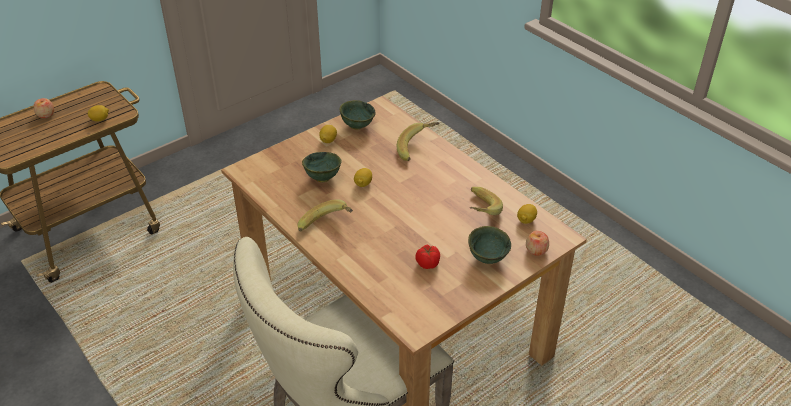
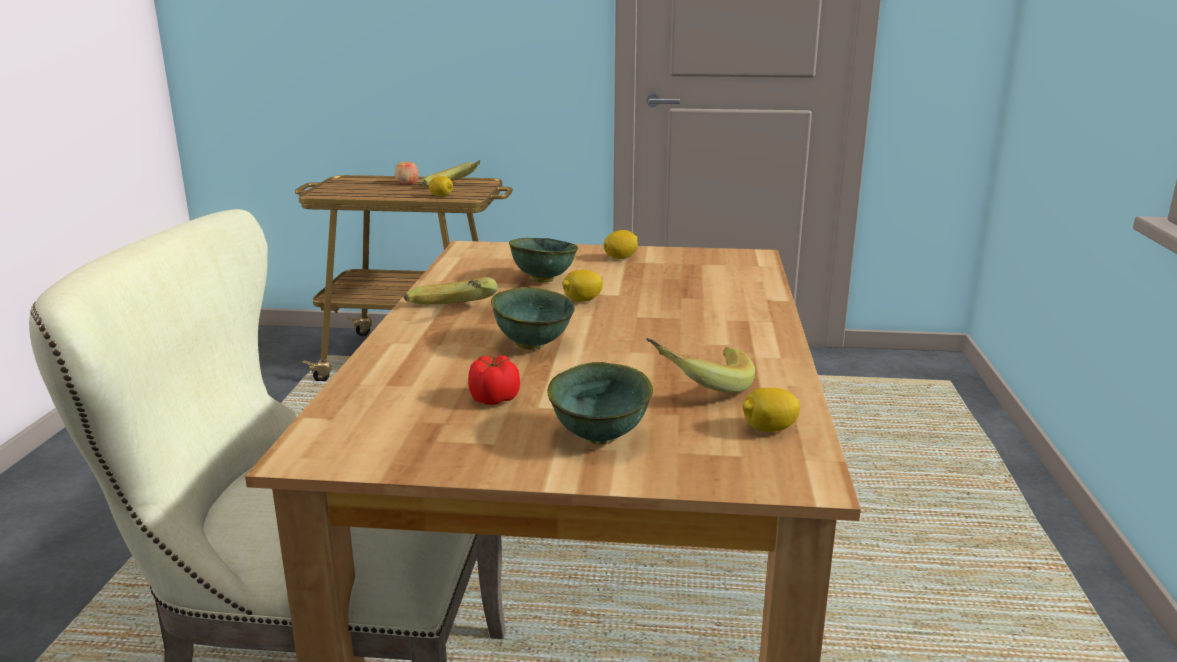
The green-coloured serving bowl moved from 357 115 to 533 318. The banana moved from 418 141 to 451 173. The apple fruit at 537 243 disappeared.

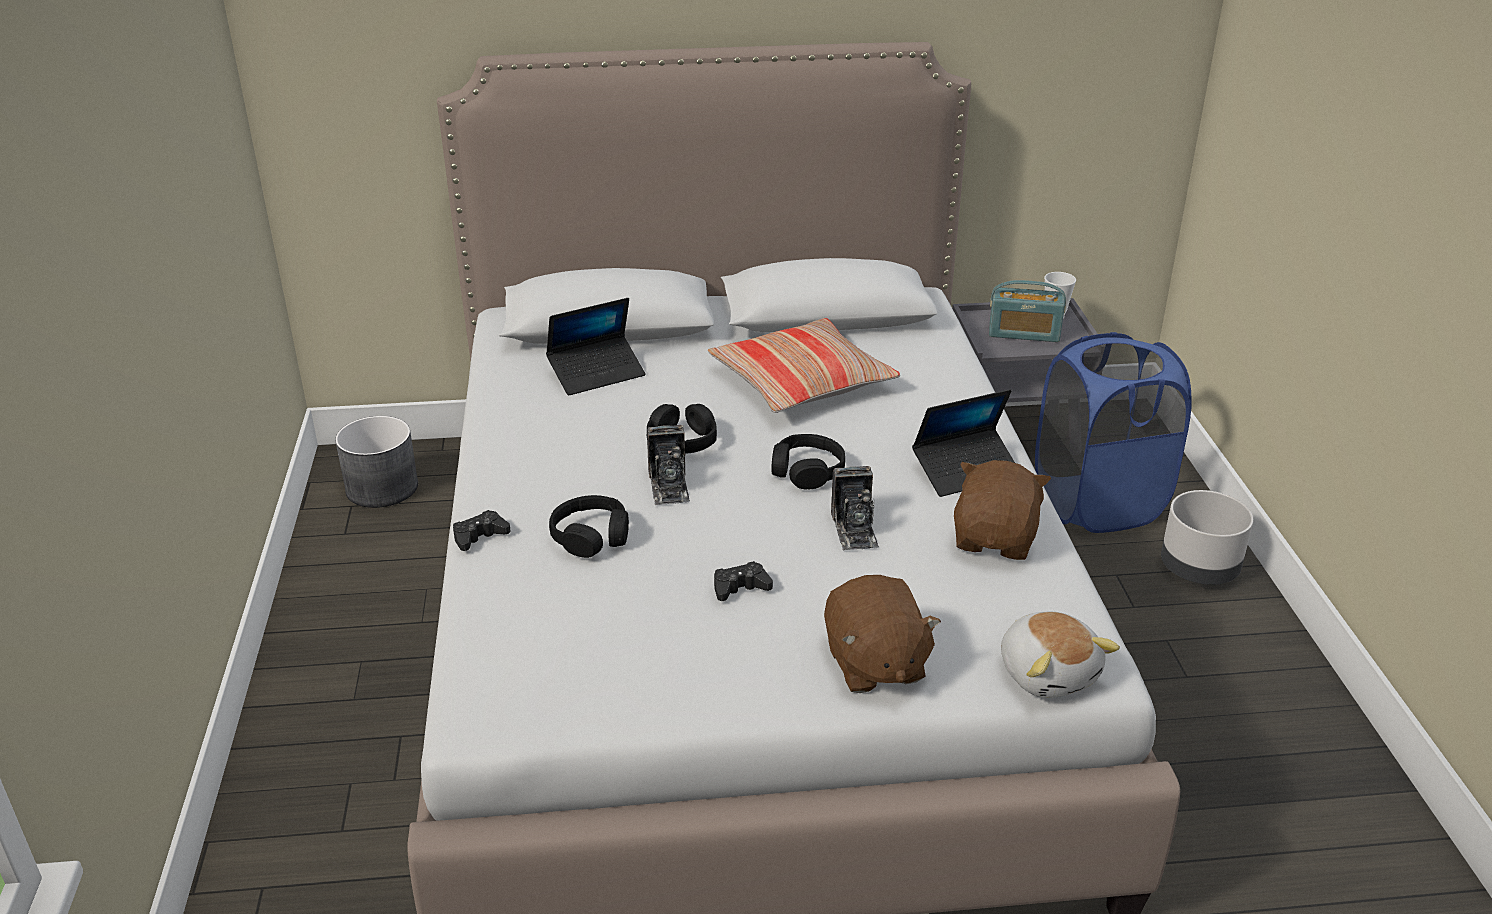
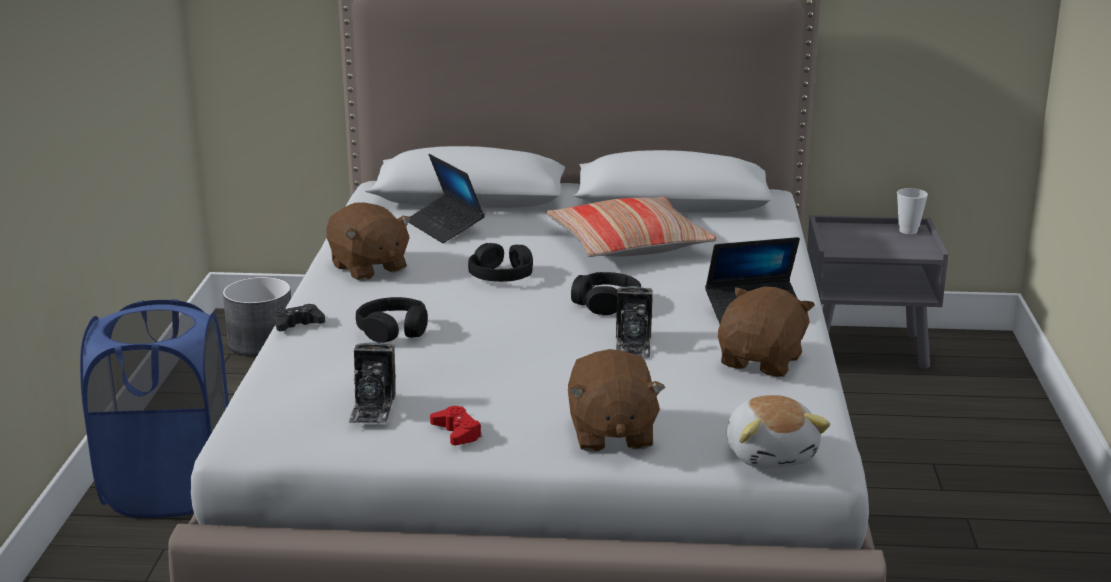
The notebook computer at 596 347 turned 75 degrees clockwise. The still camera moved from 668 465 to 372 383. The blackish joypad at 743 581 disappeared. The radio at 1027 311 disappeared. The blue laundry basket moved from 1113 432 to 154 408. The gray flower pot at 1207 537 disappeared. The brown-coloured plush toy at 368 241 appeared. The red-coloured joypad at 456 425 appeared.

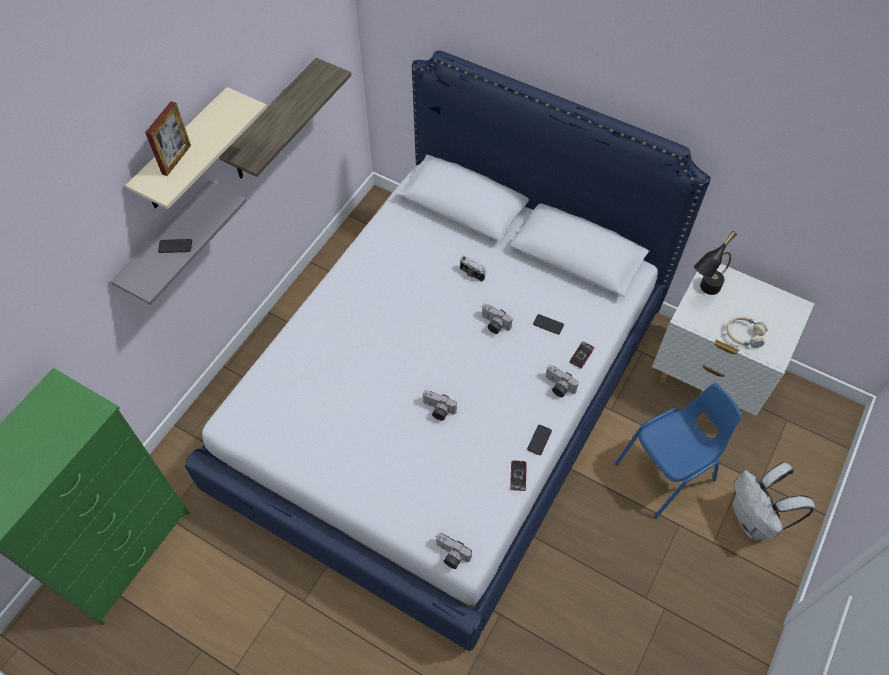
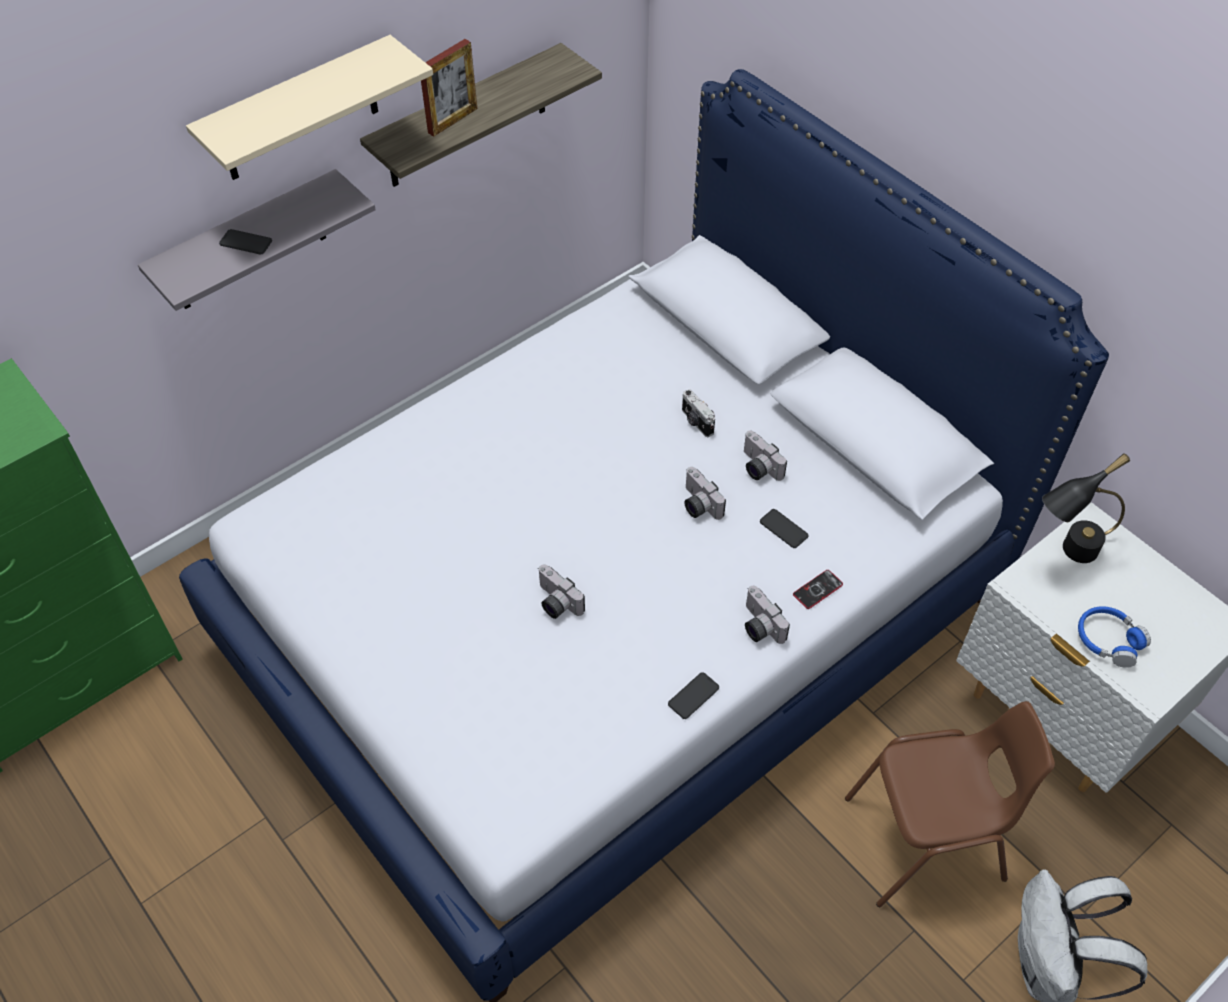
The picture frame moved from 168 138 to 449 88. The still camera moved from 454 551 to 765 456. The telephone at 518 475 disappeared. The blue upright chair at 678 451 became the brown-coloured upright chair at 950 804. The sand-coloured headset at 746 332 became the blue headset at 1114 637.

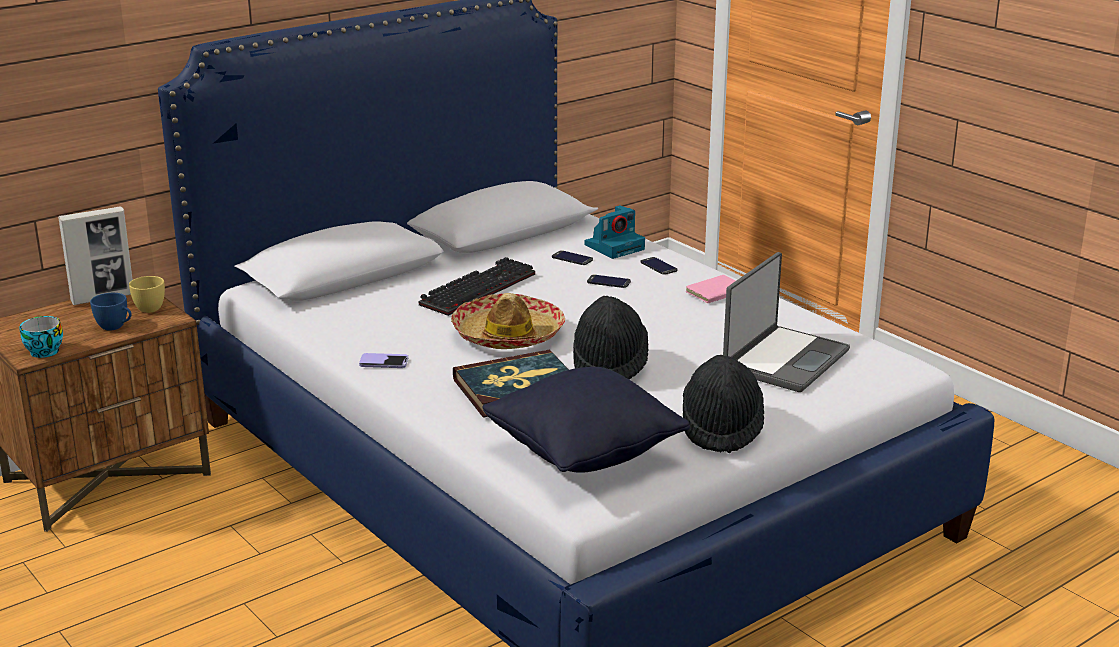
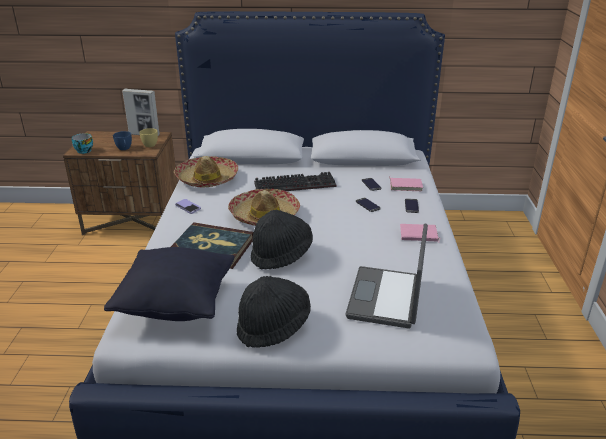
The still camera at 615 232 was replaced by the pink-coloured book at 406 183. The notebook computer at 786 322 turned 120 degrees clockwise. The wearable hat at 206 171 appeared.

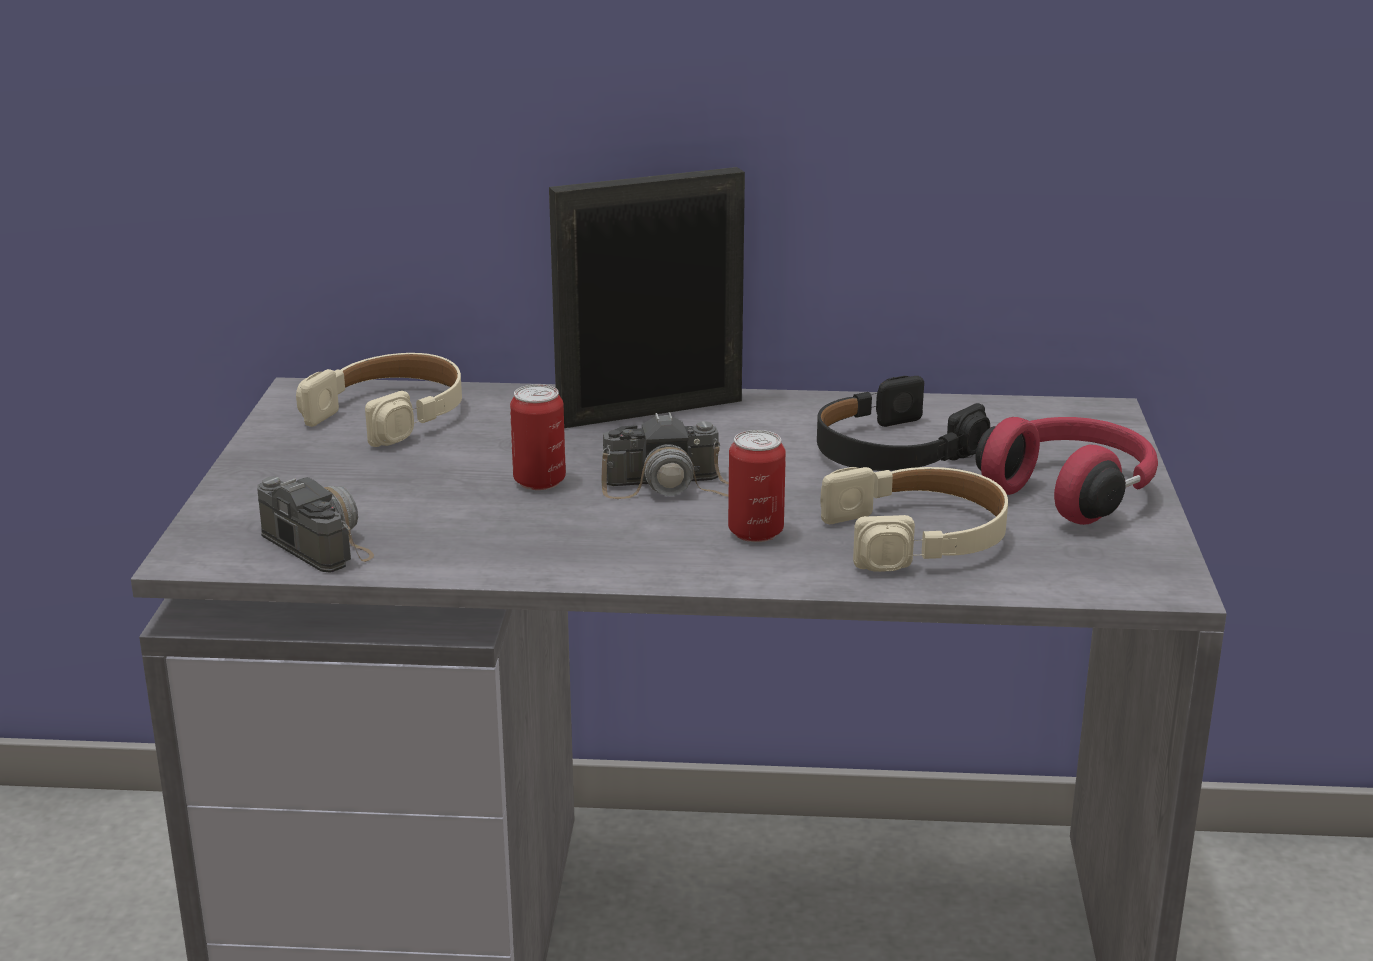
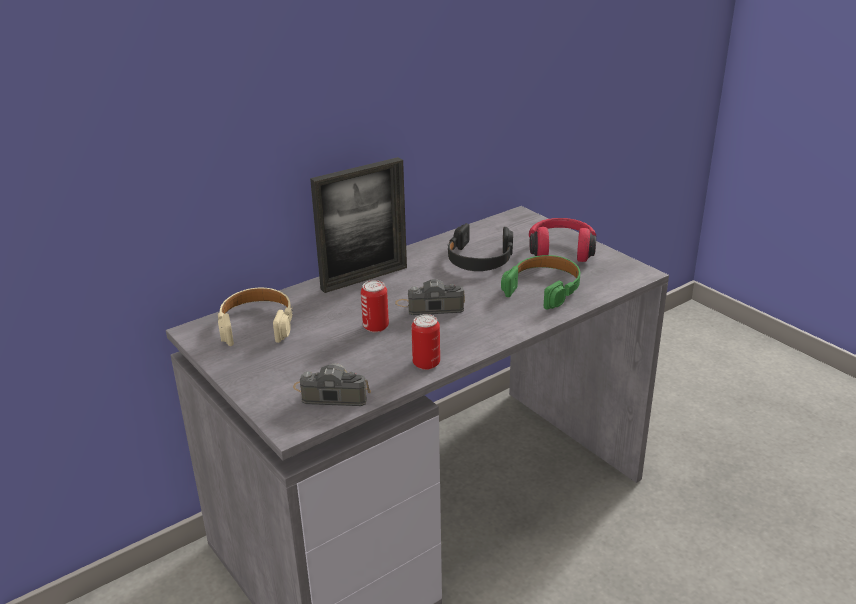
The picture frame at 647 297 turned 150 degrees counterclockwise. The still camera at 665 455 turned 135 degrees counterclockwise. The metal can moved from 757 486 to 425 342. The sand-coloured headset at 914 519 became the green-coloured headset at 540 282.

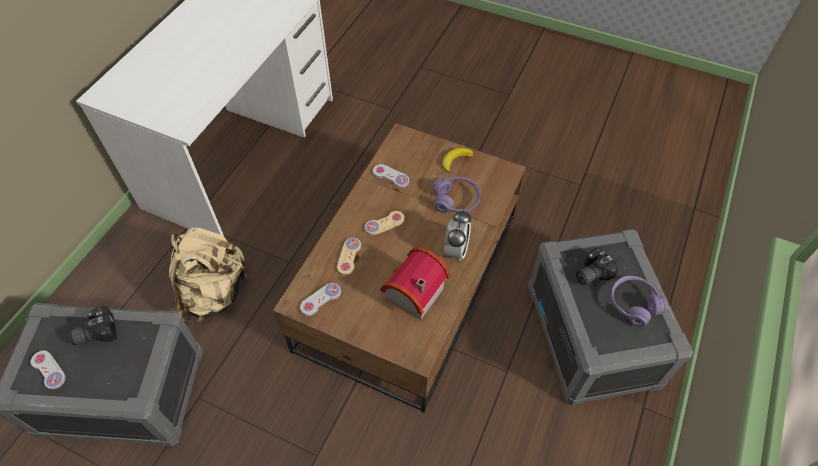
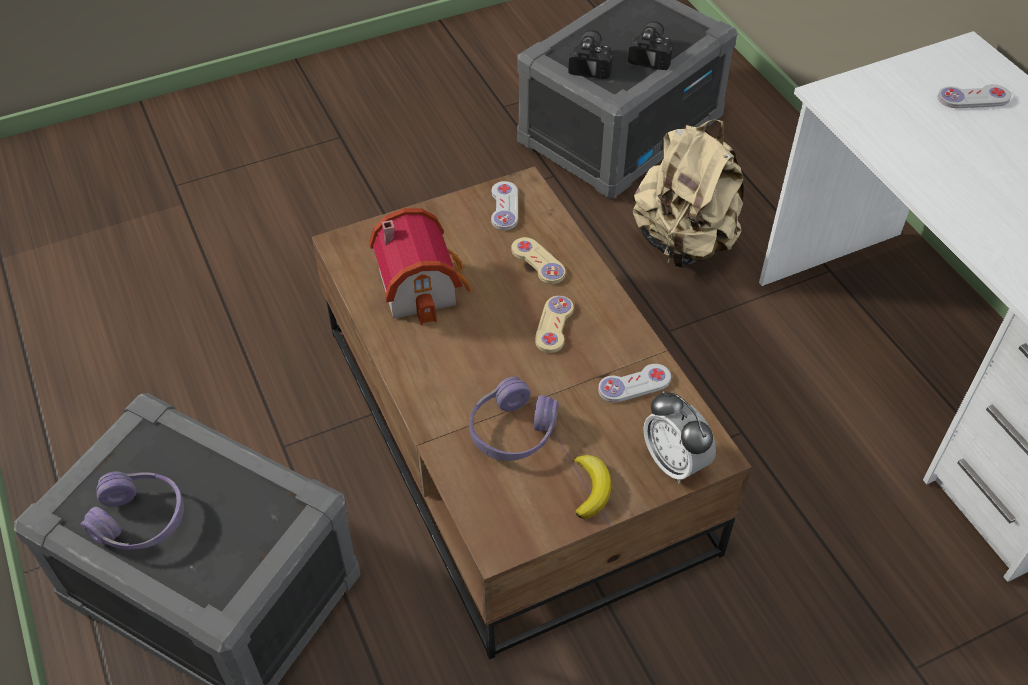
The whitish joypad moved from 48 369 to 974 96. The bedside clock moved from 457 235 to 679 437. The still camera moved from 597 266 to 590 54.

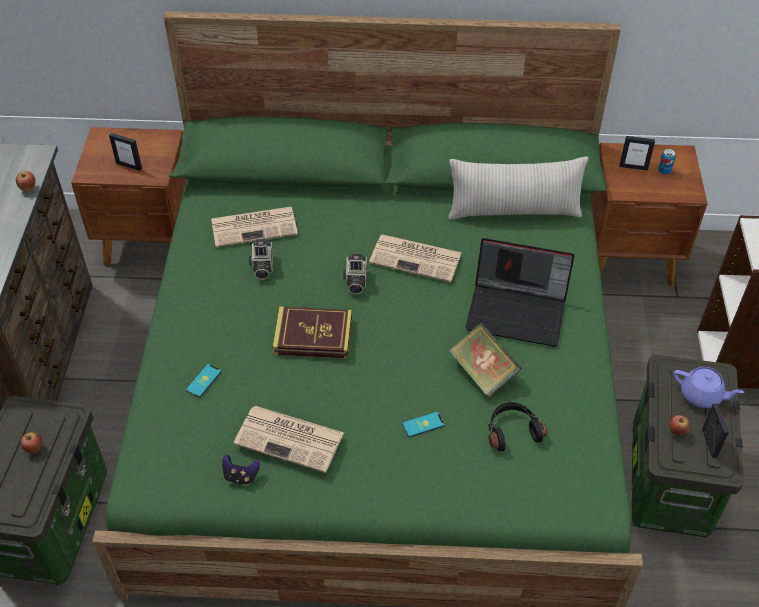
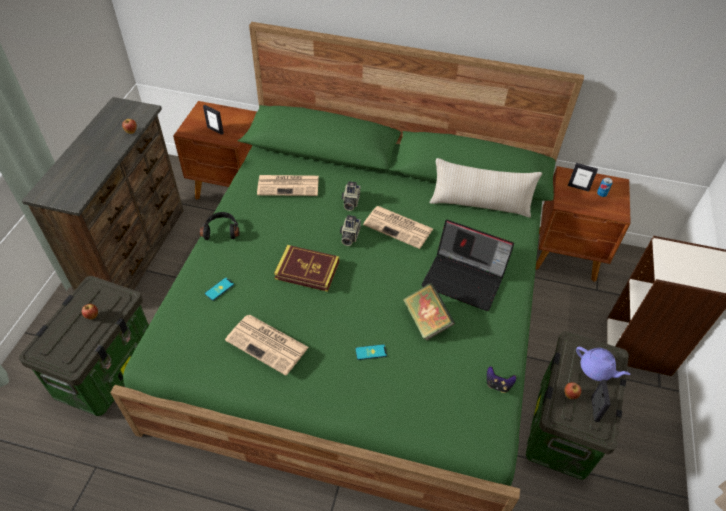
The joypad moved from 241 470 to 501 379. The still camera moved from 261 259 to 351 196. The blackish headset moved from 517 426 to 219 226.

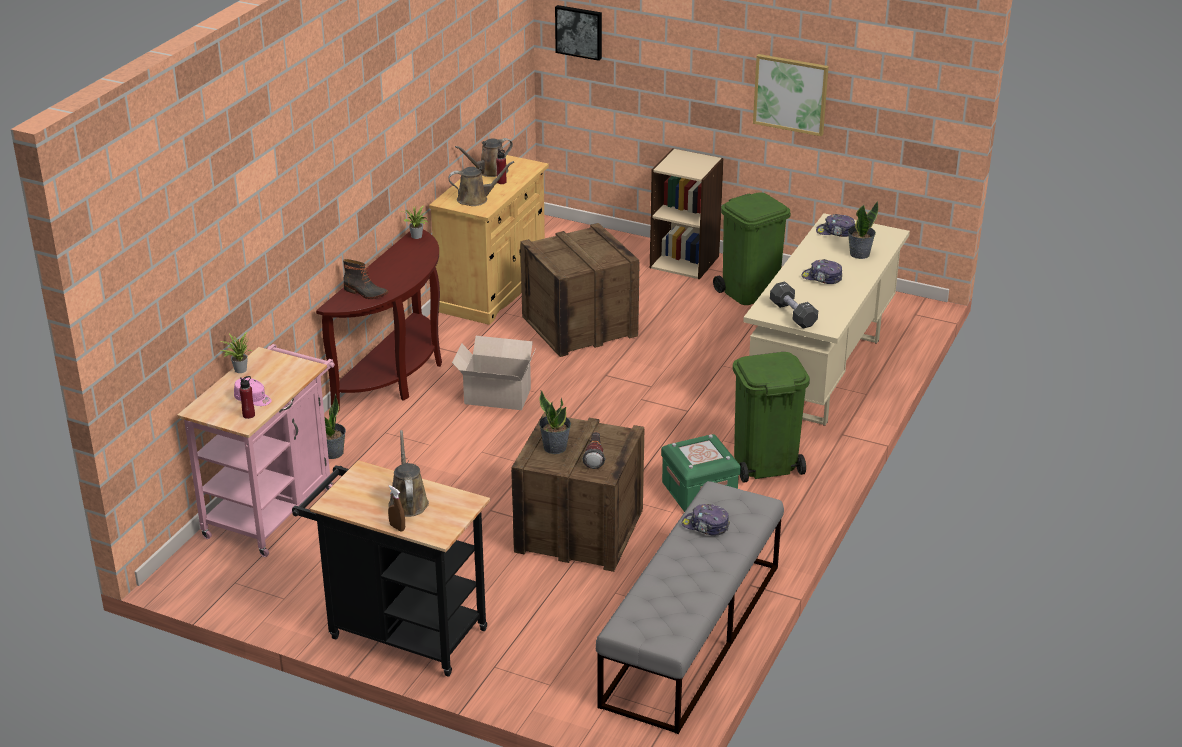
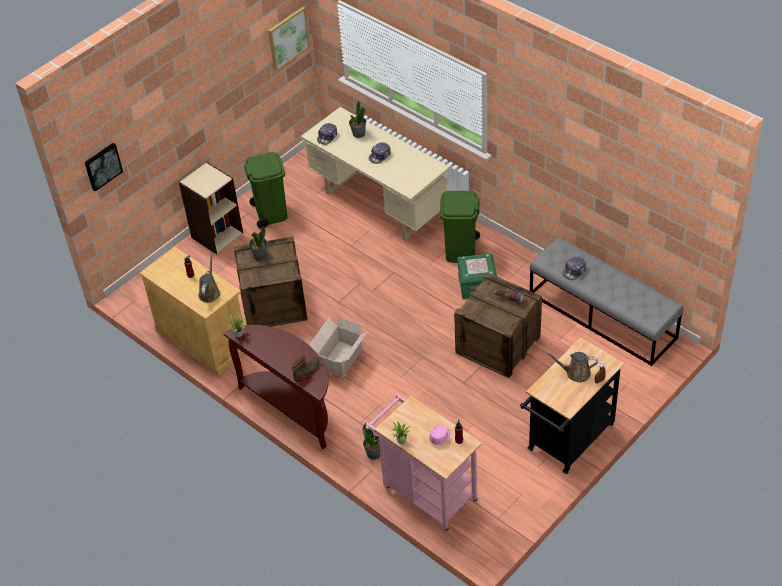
The brown-coloured sprinkling can at 484 157 disappeared. The potted plant moved from 555 422 to 258 243. The wall picture moved from 791 95 to 289 39. The blackish free weight at 794 305 disappeared.

